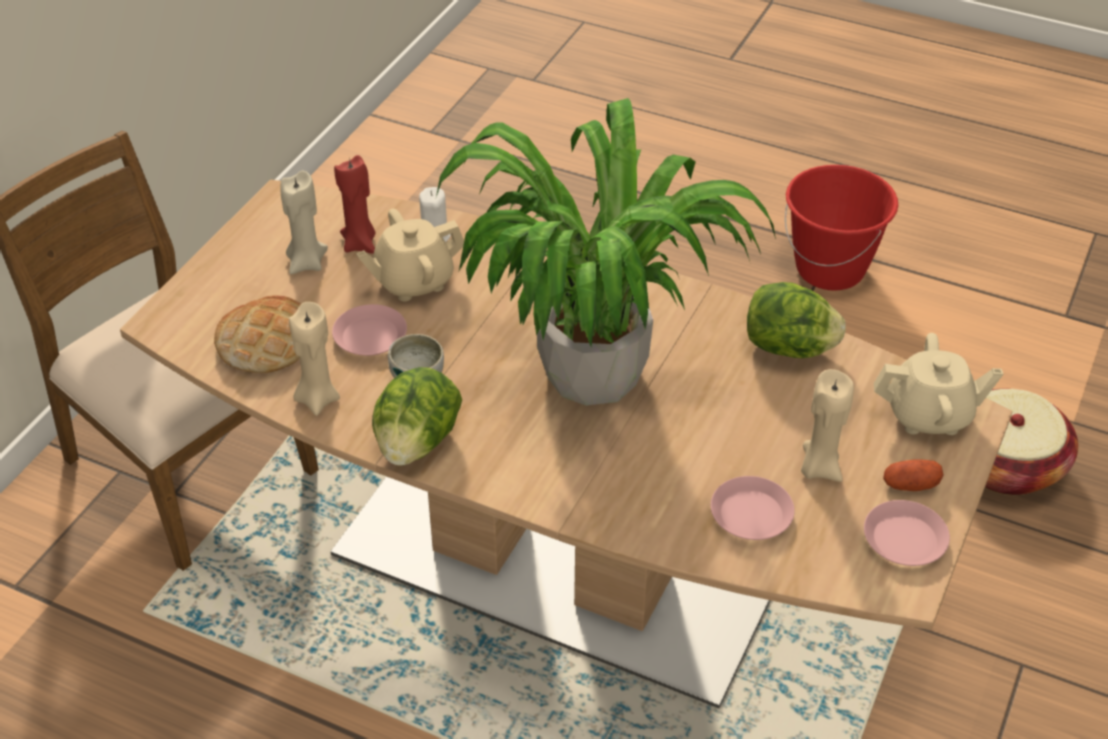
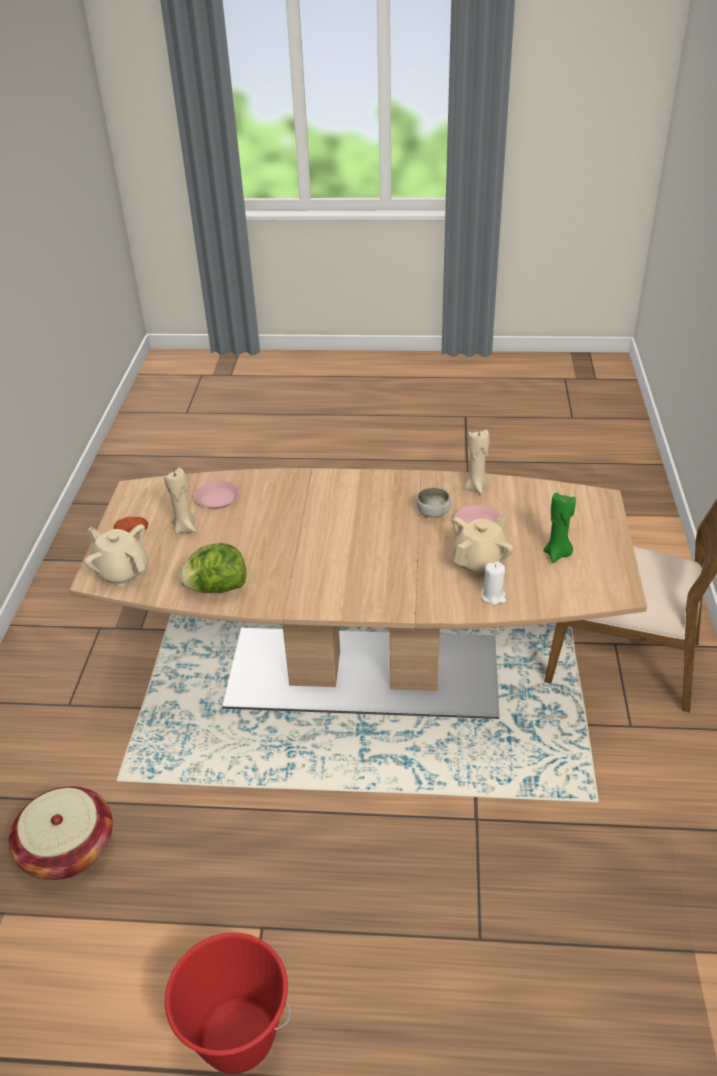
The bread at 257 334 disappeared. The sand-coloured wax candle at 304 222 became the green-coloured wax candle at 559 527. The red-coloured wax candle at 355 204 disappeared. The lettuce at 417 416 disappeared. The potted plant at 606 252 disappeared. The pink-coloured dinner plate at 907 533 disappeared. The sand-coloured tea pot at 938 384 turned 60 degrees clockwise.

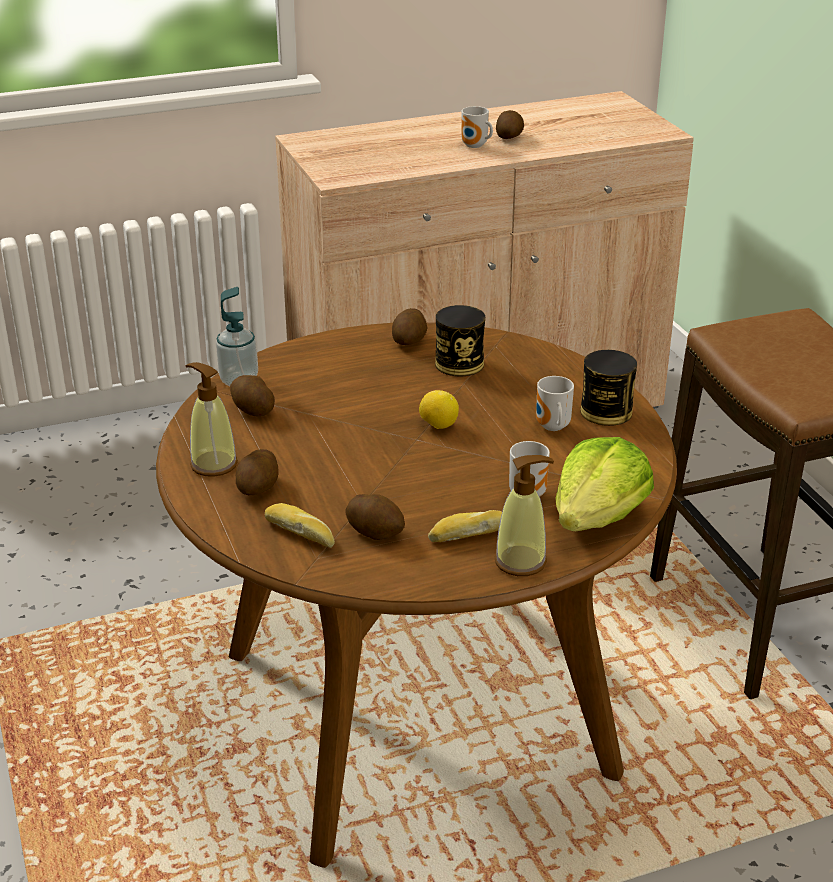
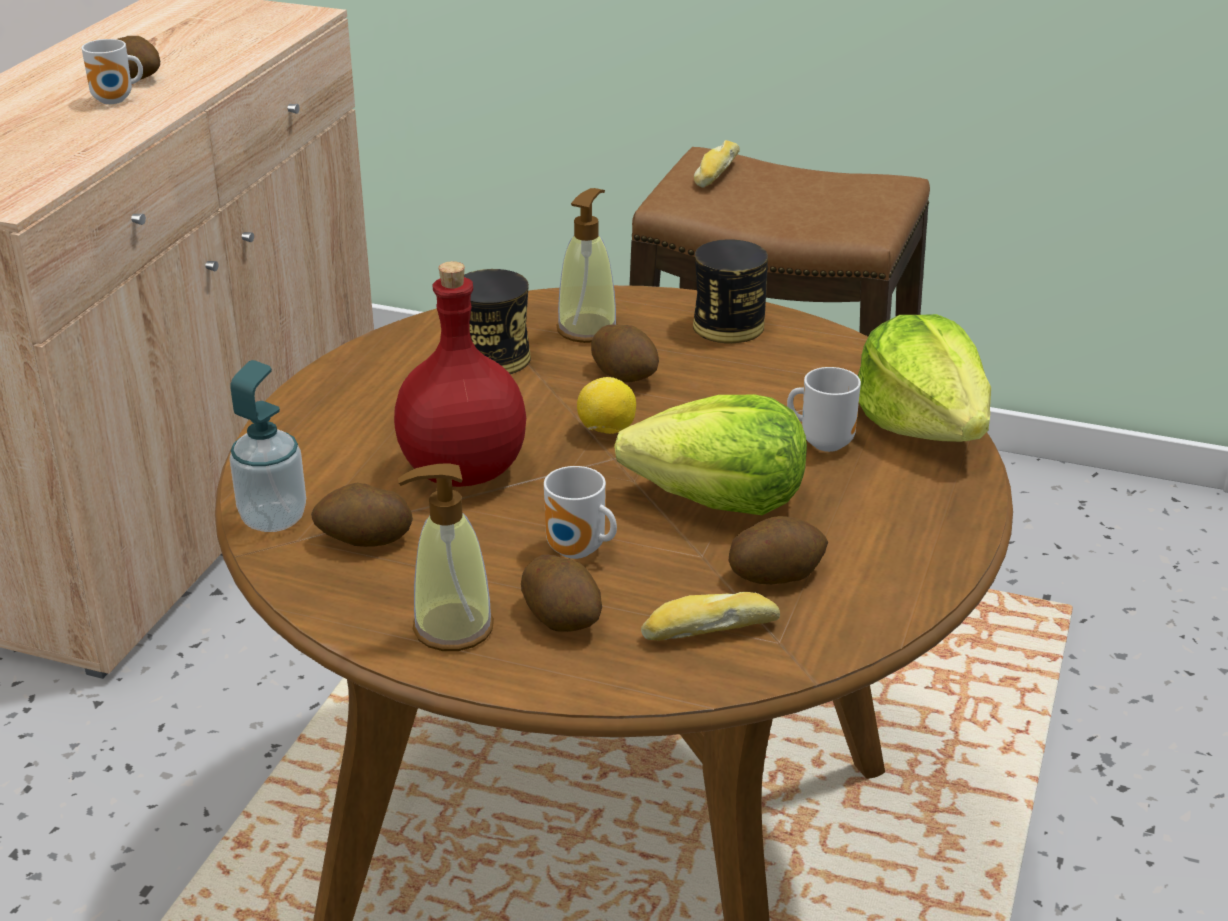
The spud moved from 410 326 to 625 353. The bread moved from 465 526 to 717 163. The soap bottle moved from 524 515 to 587 265. The coffee mug moved from 555 403 to 580 512. The red-coloured bottle at 460 374 appeared. The lettuce at 710 454 appeared.

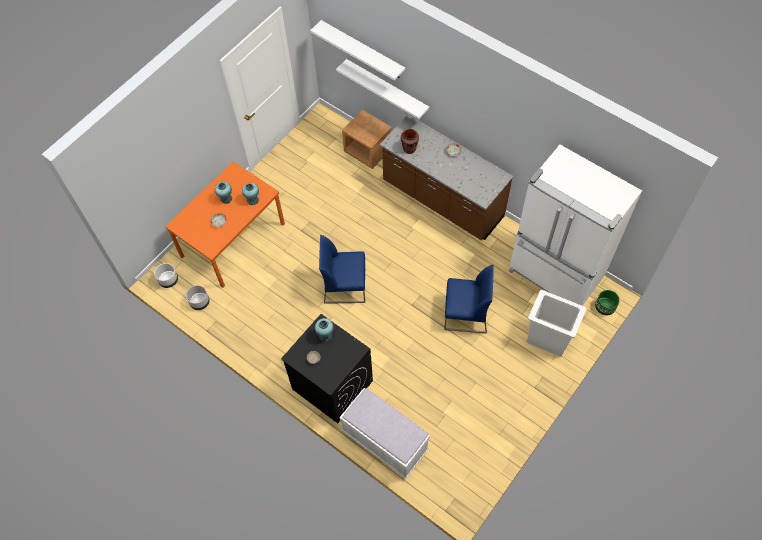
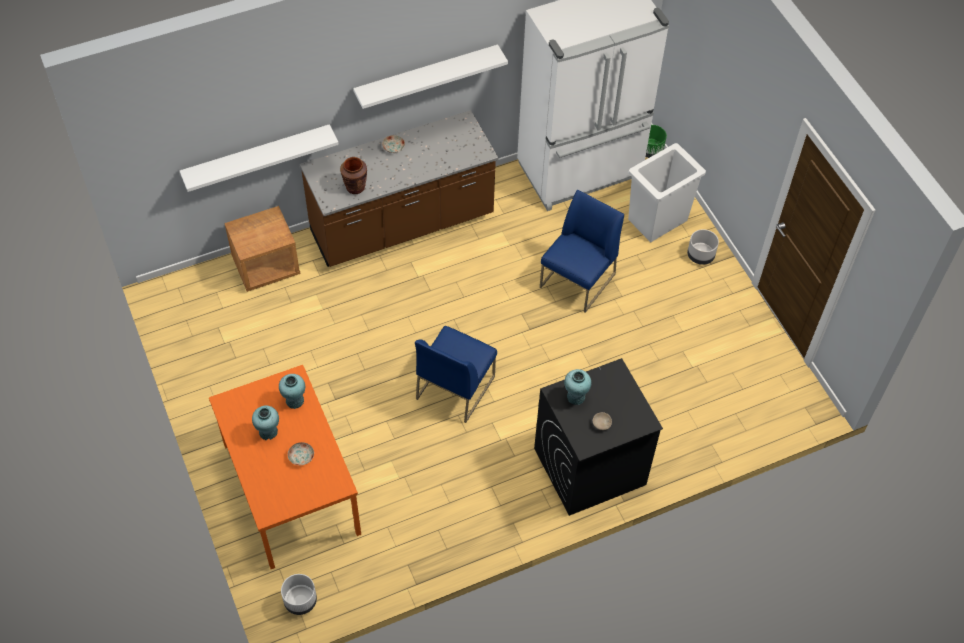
The gray flower pot moved from 198 297 to 703 247. The whitish wall shelf moved from 357 50 to 430 77. The whitish indoor bench at 384 433 disappeared.

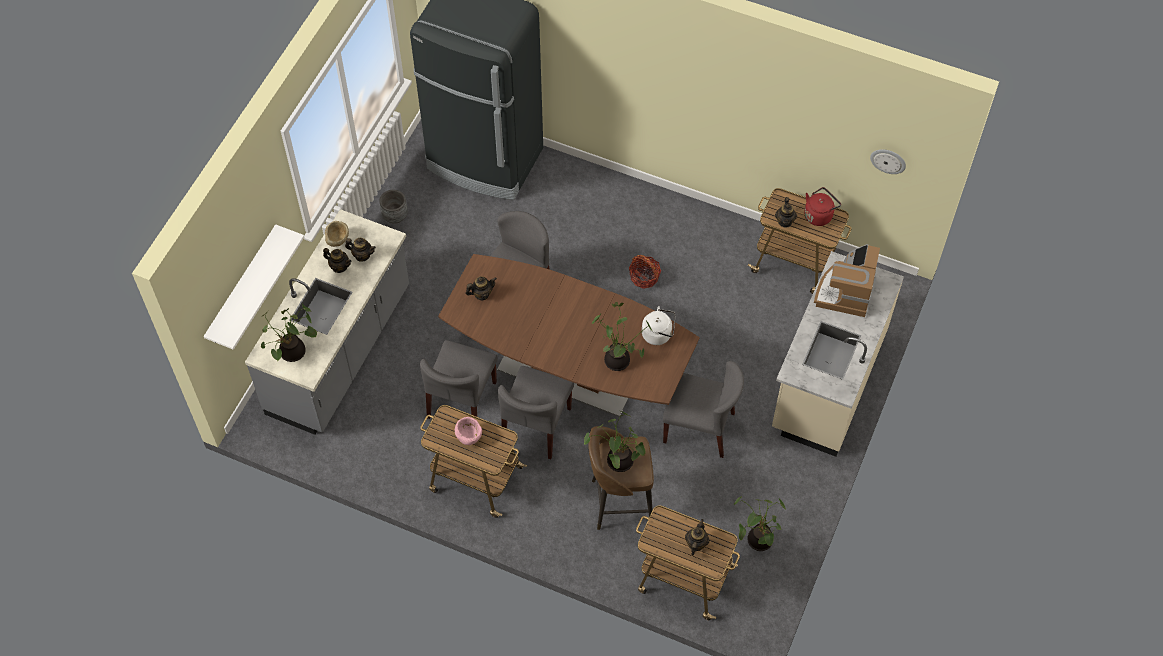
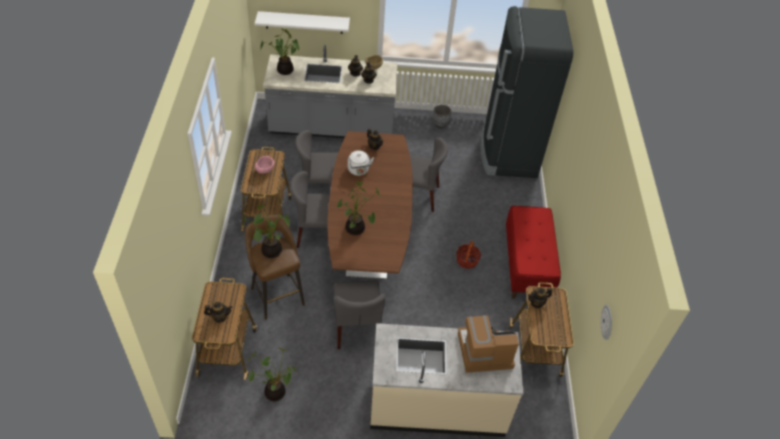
The whitish water kettle moved from 659 325 to 361 163. The red-coloured water kettle at 822 206 disappeared. The red-coloured indoor bench at 533 252 appeared.

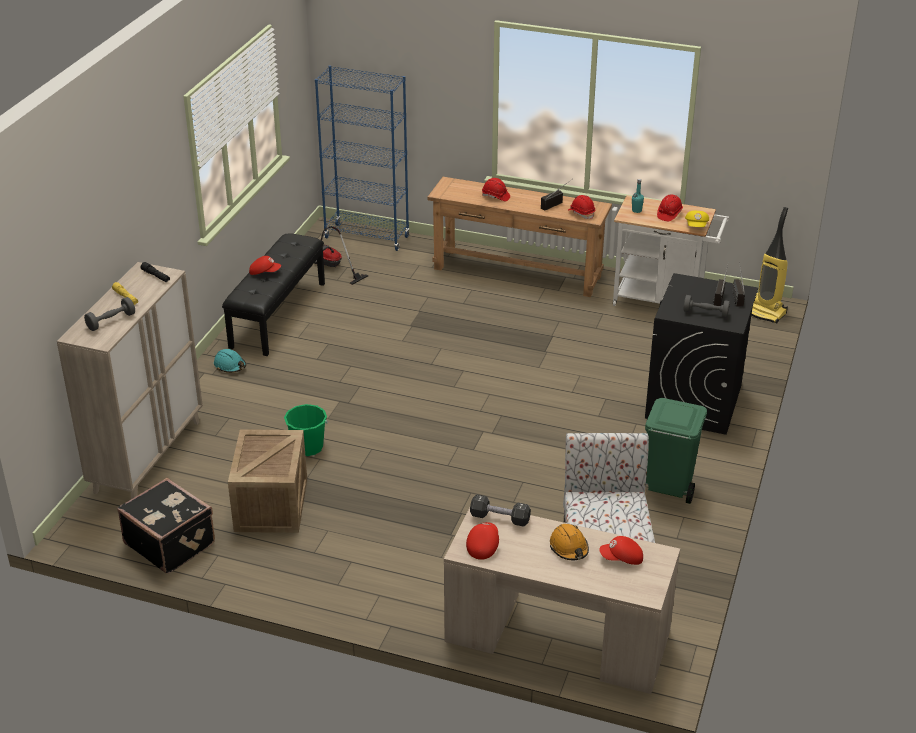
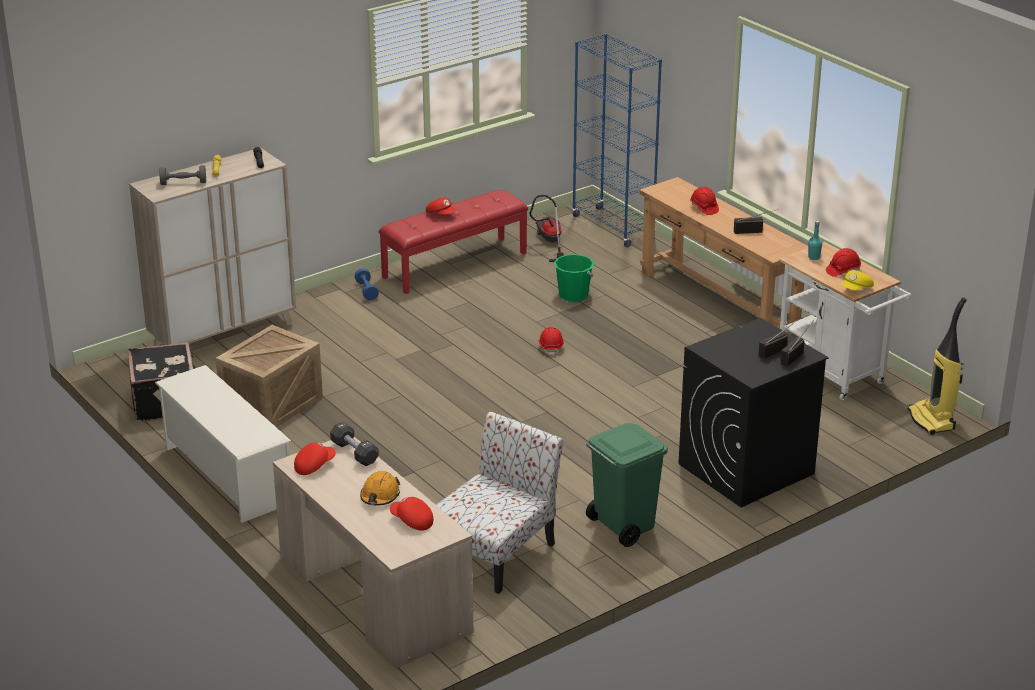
The turquoise hard hat at 230 361 was replaced by the blue free weight at 367 284. The blackish indoor bench at 273 294 became the red-coloured indoor bench at 453 242. The green-coloured water bucket moved from 306 430 to 574 278. The red-coloured hard hat moved from 581 207 to 551 341. The gray free weight at 706 306 disappeared. The whitish shoe stand at 223 444 appeared.

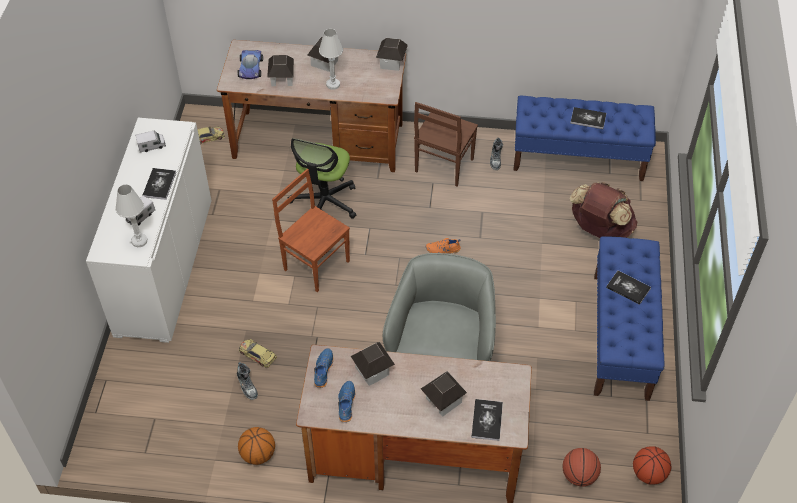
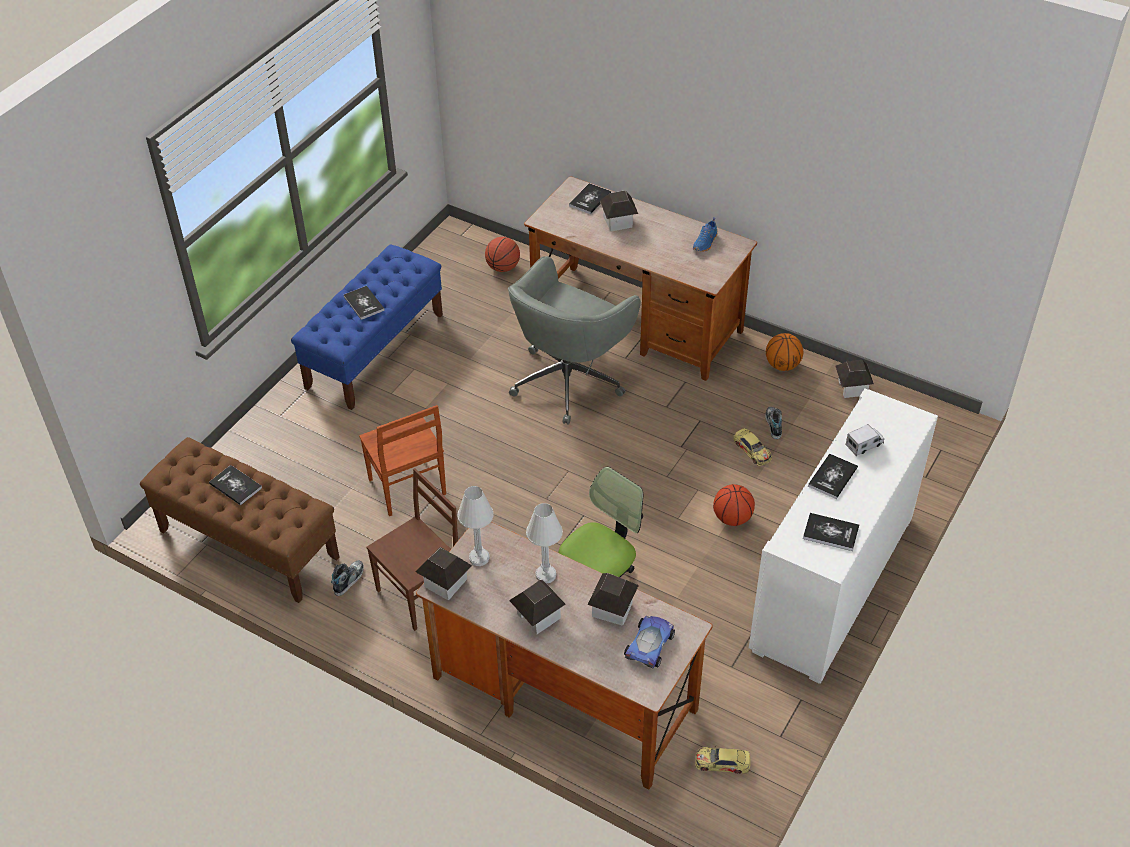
The whitish tabletop lamp moved from 131 215 to 476 526. The toy lorry at 150 141 was replaced by the book at 831 532. The brown-coloured upright chair moved from 311 230 to 402 460. The blue item of footwear at 323 368 disappeared. The miniature house moved from 373 364 to 855 379. The orange item of footwear at 443 246 disappeared. The blue indoor bench at 584 138 became the brown-coloured indoor bench at 239 520. The brown-coloured knapsack at 603 210 disappeared. The basketball moved from 652 465 to 734 505.

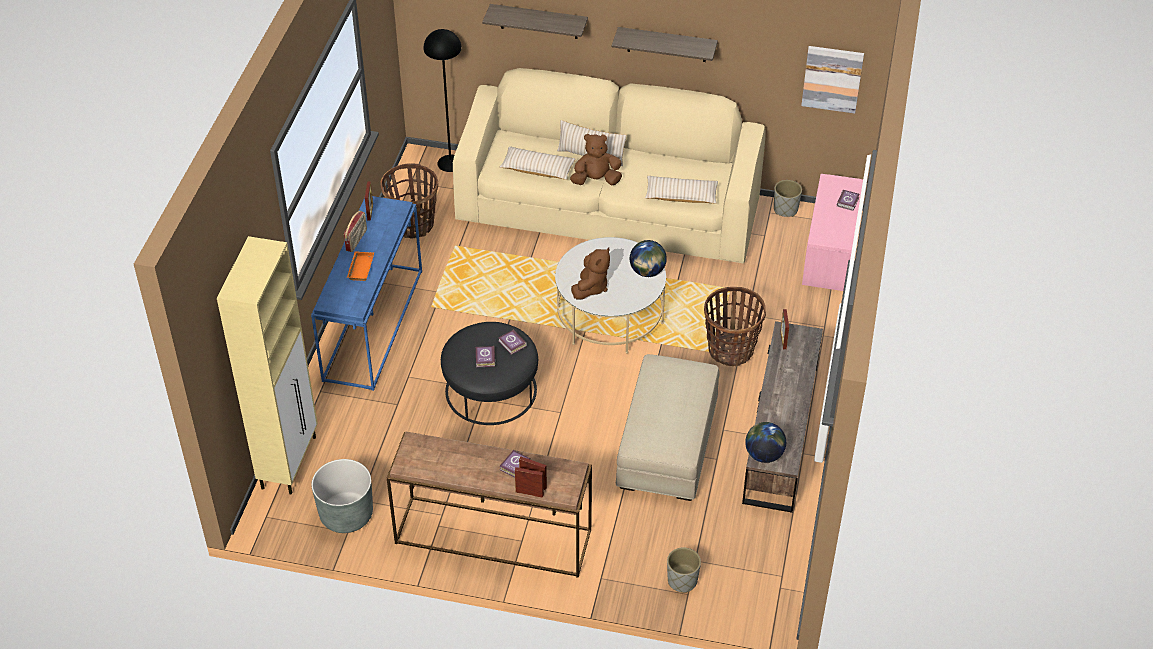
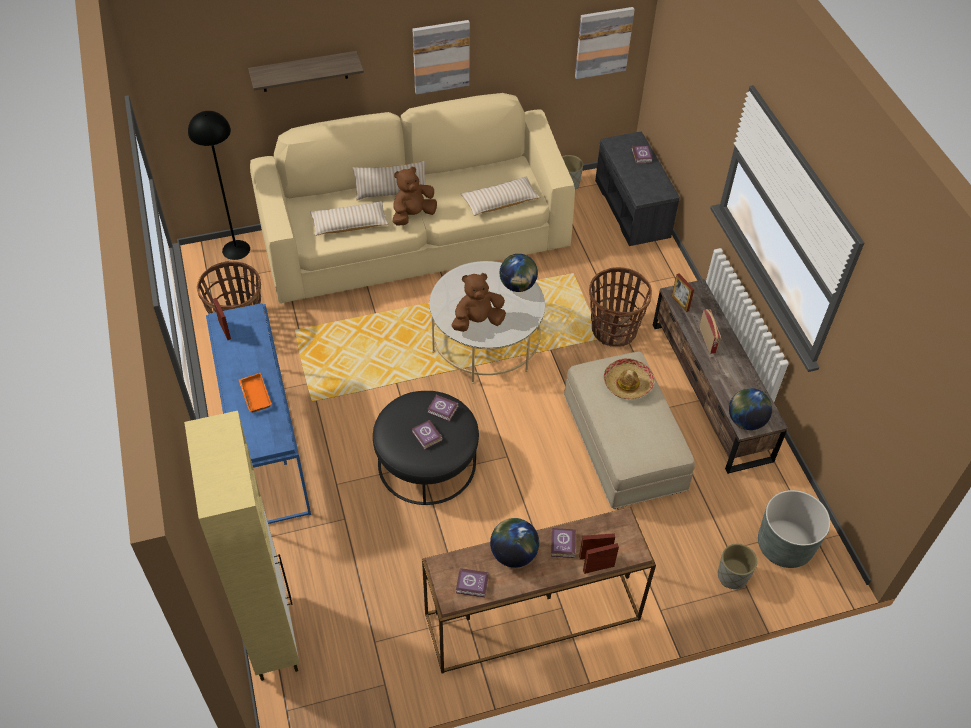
The gray flower pot moved from 342 496 to 794 529. The radio moved from 355 231 to 710 331. The brown-coloured plush toy at 590 273 turned 105 degrees counterclockwise. The wall shelf at 665 44 was replaced by the wall picture at 441 57. The pink-coloured indoor bench at 832 232 became the gray indoor bench at 637 189. The book at 472 582 appeared. The desk globe at 514 543 appeared. The wearable hat at 629 378 appeared.

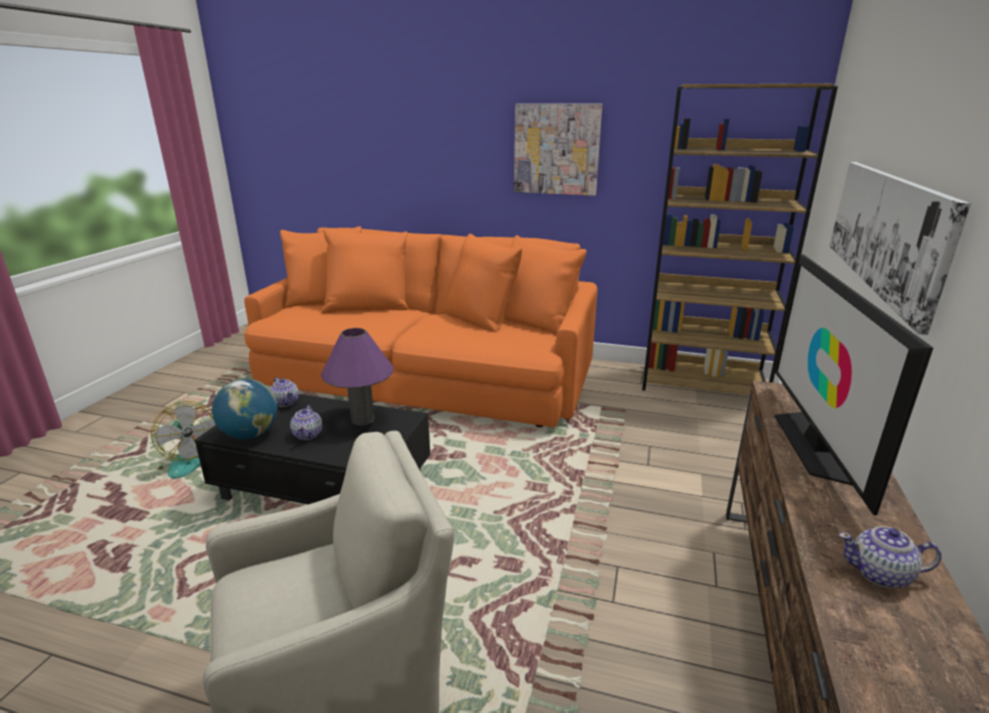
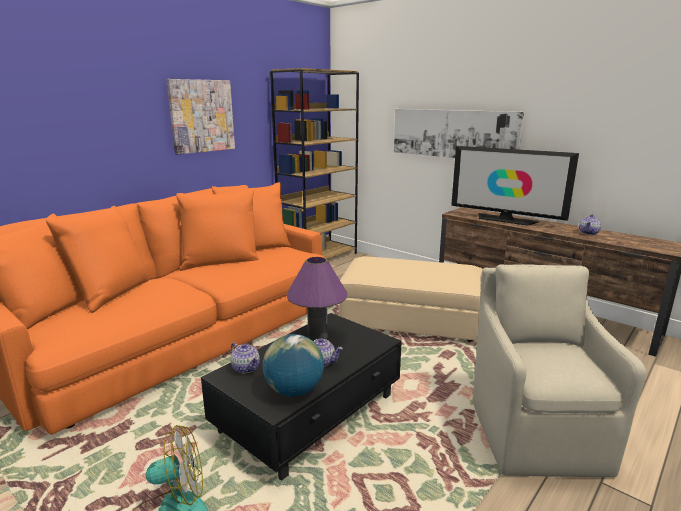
The tea pot at 284 392 turned 60 degrees clockwise. The sand-coloured footrest at 411 299 appeared.

